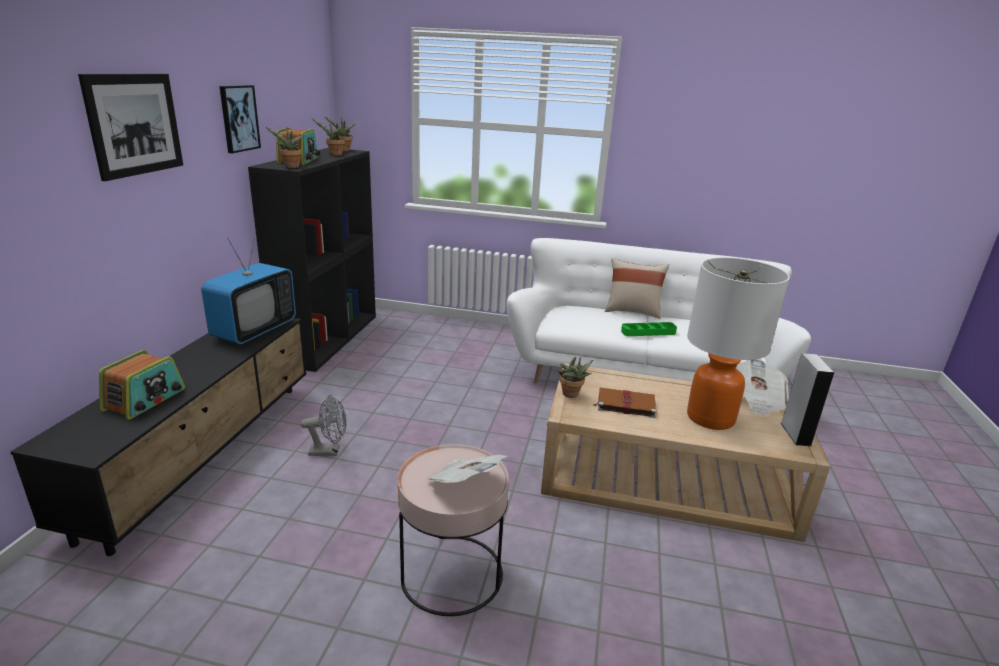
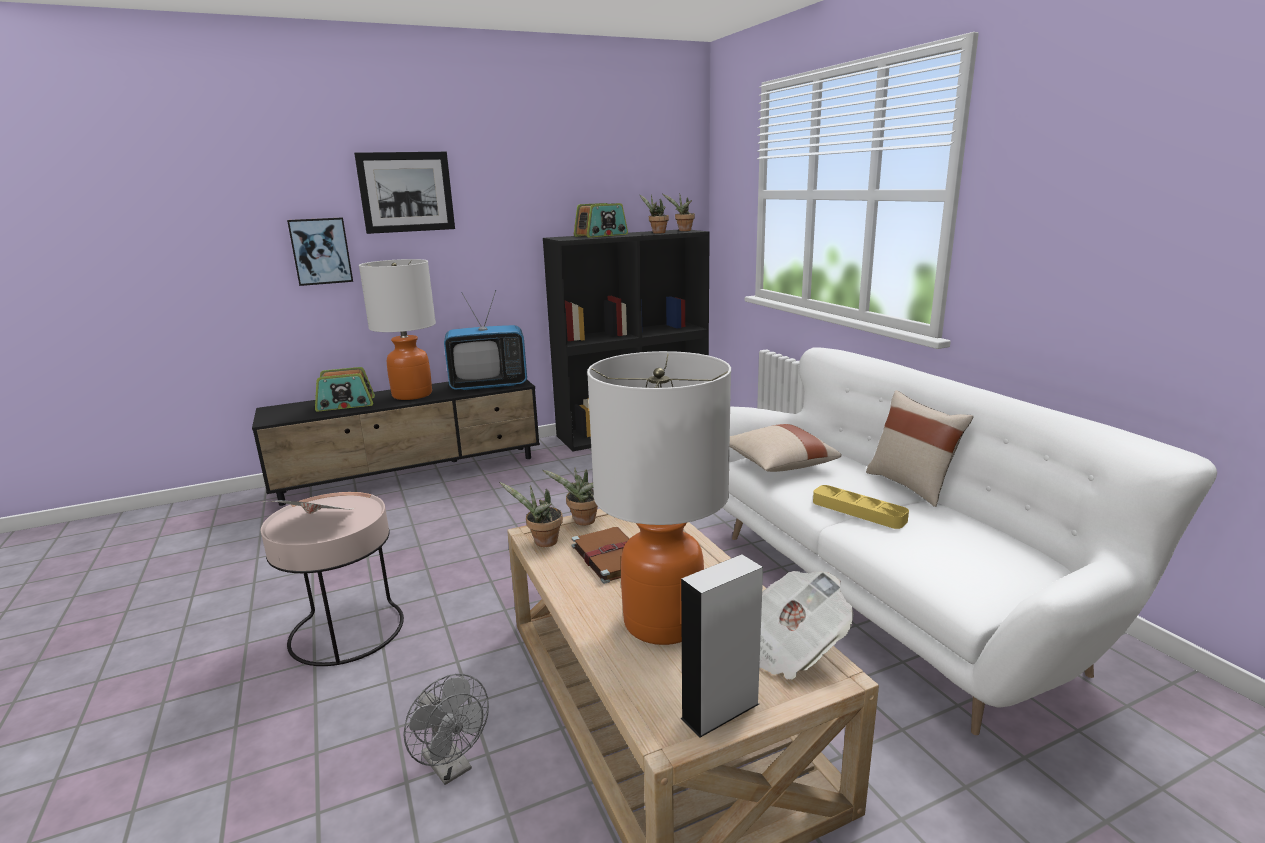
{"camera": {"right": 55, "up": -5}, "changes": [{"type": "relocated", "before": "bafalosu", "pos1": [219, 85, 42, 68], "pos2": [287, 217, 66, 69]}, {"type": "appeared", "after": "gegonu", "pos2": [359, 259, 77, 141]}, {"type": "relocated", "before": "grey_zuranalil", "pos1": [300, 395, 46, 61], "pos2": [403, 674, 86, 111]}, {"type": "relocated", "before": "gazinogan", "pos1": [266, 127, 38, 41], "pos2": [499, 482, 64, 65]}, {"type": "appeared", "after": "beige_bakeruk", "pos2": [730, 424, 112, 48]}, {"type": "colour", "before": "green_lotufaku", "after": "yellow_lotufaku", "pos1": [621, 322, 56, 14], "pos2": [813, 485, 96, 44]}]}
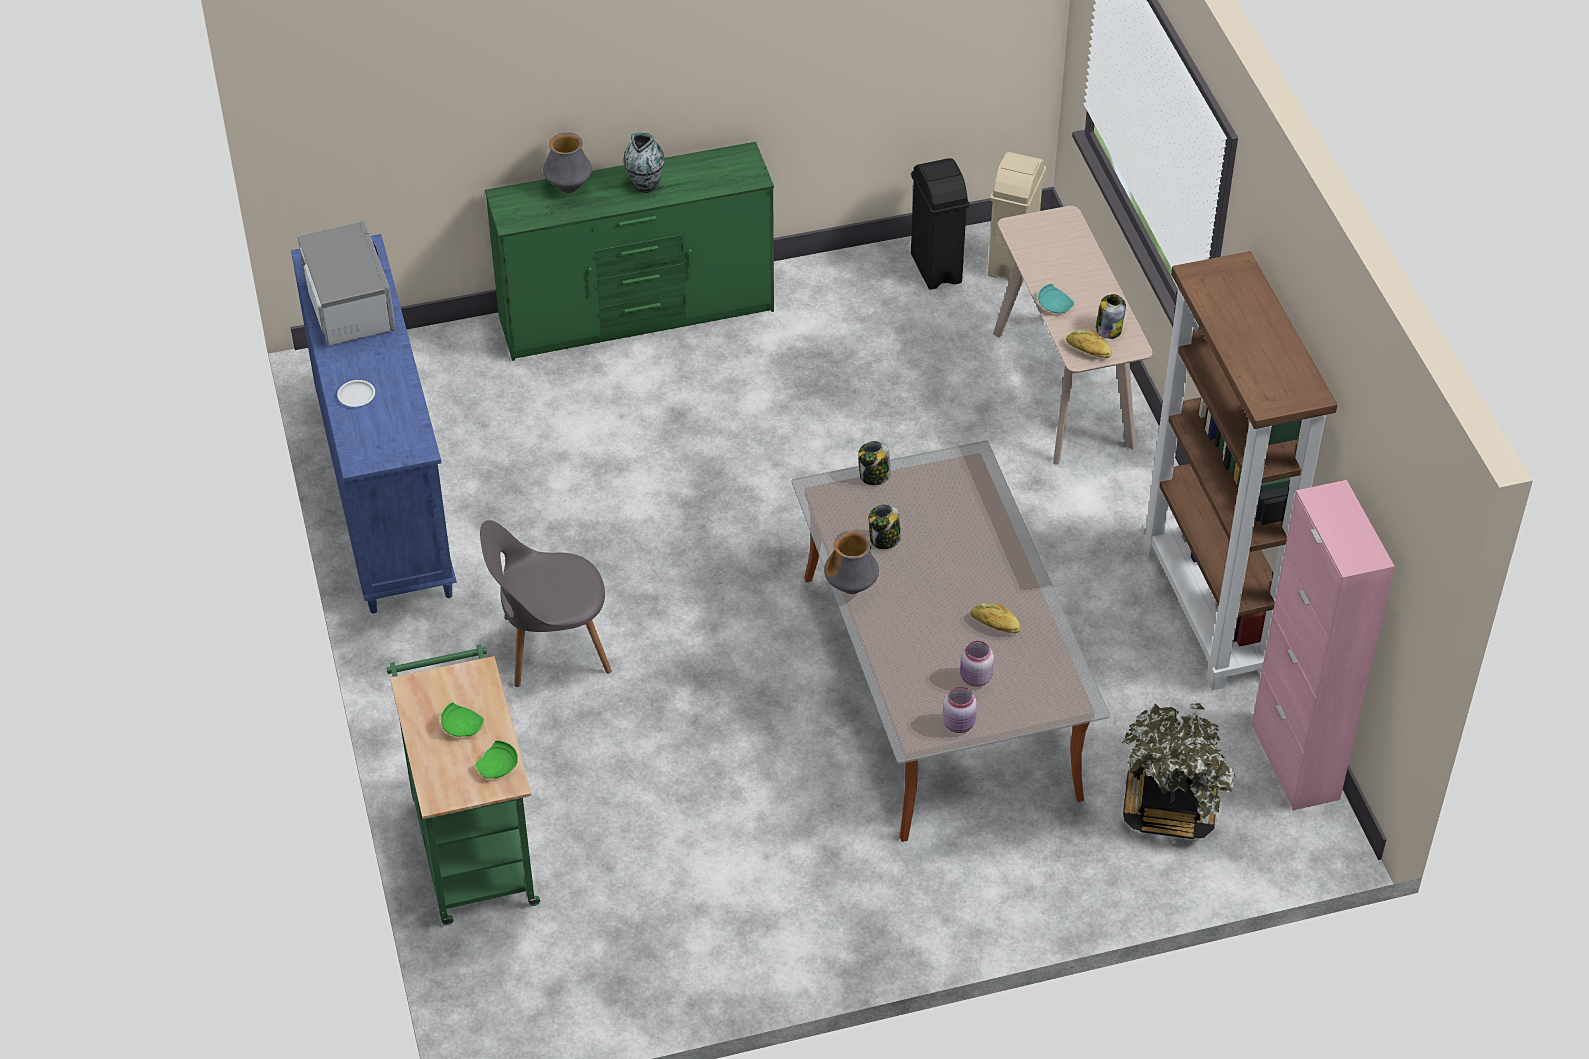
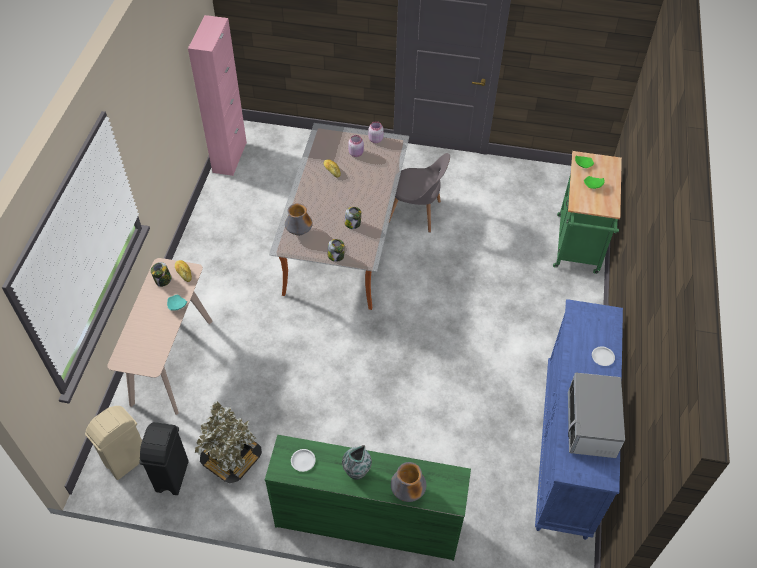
{"camera": {"right": -155, "up": 5}, "changes": [{"type": "relocated", "before": "gazinogan", "pos1": [1121, 703, 115, 136], "pos2": [195, 401, 67, 83]}, {"type": "relocated", "before": "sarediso", "pos1": [824, 530, 55, 64], "pos2": [285, 203, 28, 33]}, {"type": "appeared", "after": "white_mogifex", "pos2": [291, 449, 25, 23]}, {"type": "relocated", "before": "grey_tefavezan", "pos1": [480, 520, 132, 167], "pos2": [389, 153, 61, 80]}, {"type": "missing", "before": "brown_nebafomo", "pos1": [1141, 251, 197, 439]}]}
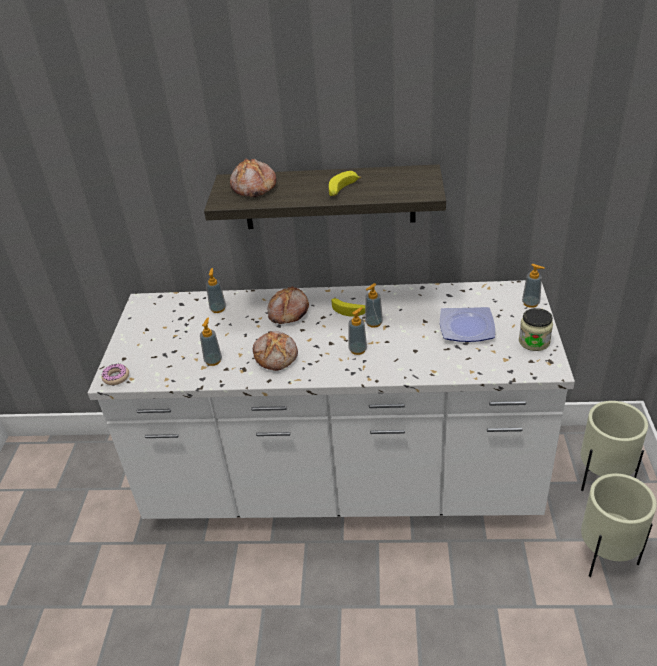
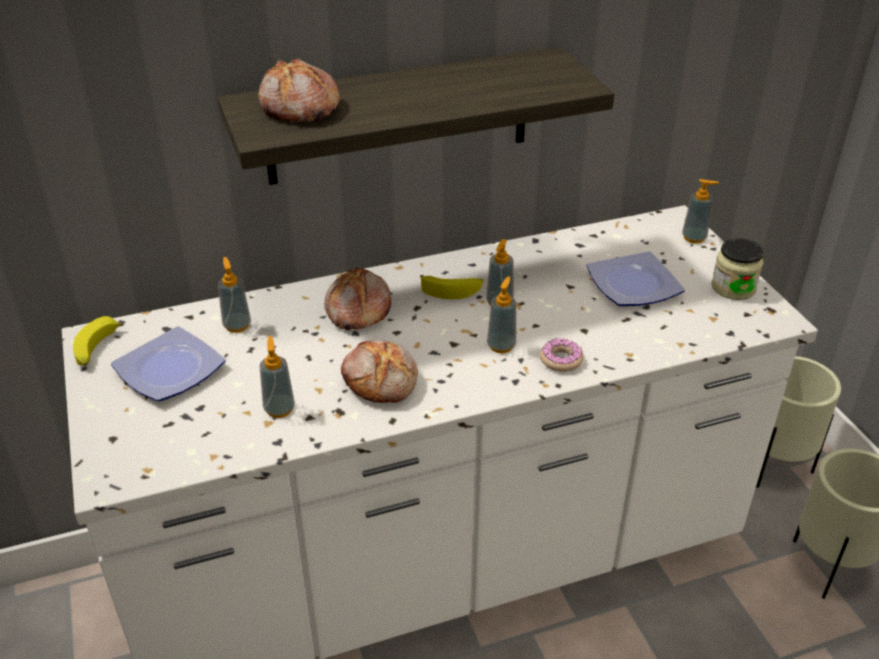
{"camera": {"right": -25, "up": 0}, "changes": [{"type": "relocated", "before": "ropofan", "pos1": [329, 171, 32, 25], "pos2": [73, 316, 50, 50]}, {"type": "appeared", "after": "mogifex", "pos2": [111, 326, 115, 75]}, {"type": "relocated", "before": "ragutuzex", "pos1": [102, 364, 27, 21], "pos2": [540, 338, 44, 34]}]}
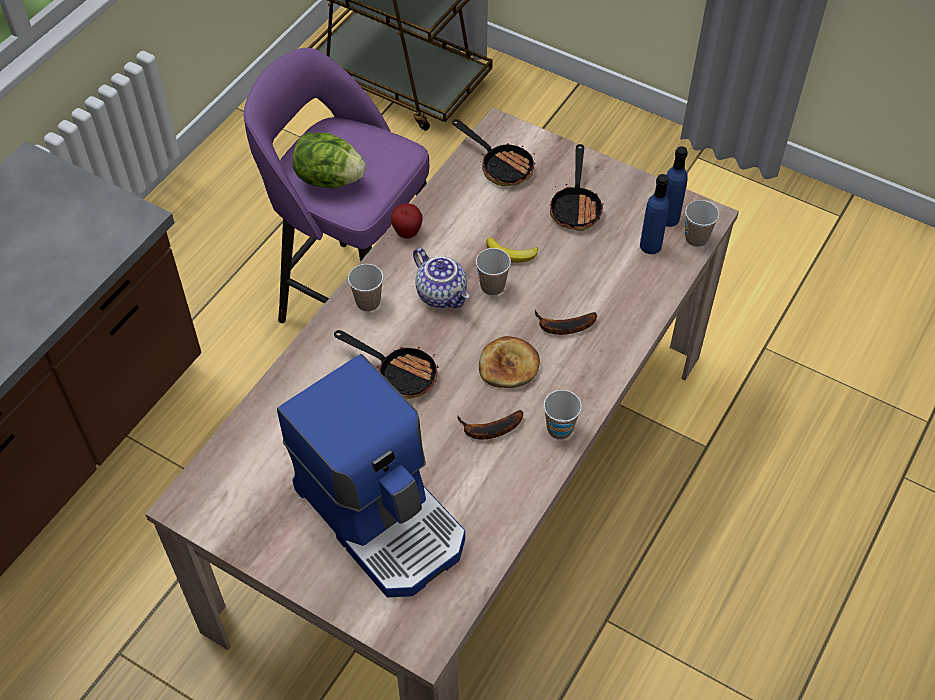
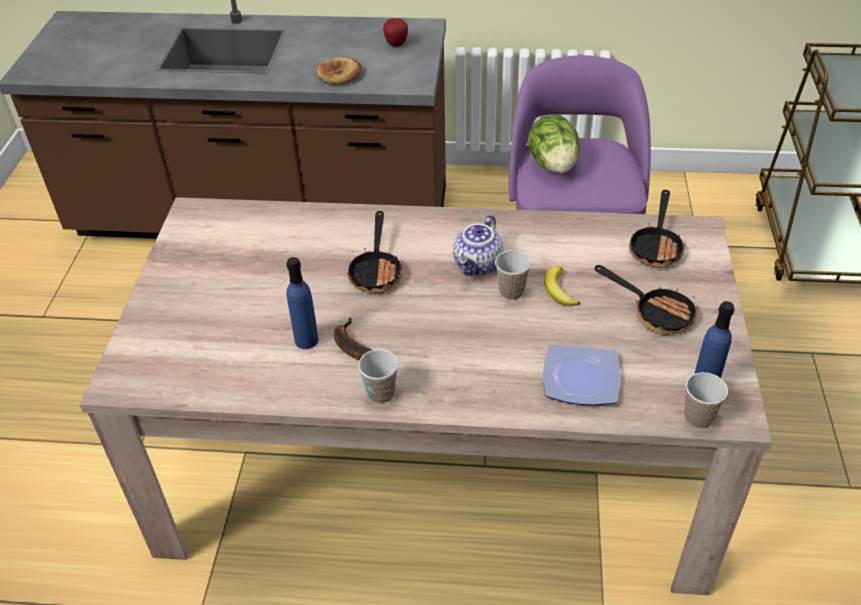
{"camera": {"right": 65, "up": -10}, "changes": [{"type": "relocated", "before": "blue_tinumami", "pos1": [640, 174, 29, 80], "pos2": [286, 257, 32, 92]}, {"type": "relocated", "before": "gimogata", "pos1": [479, 336, 61, 52], "pos2": [316, 57, 46, 28]}, {"type": "relocated", "before": "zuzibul", "pos1": [391, 204, 32, 34], "pos2": [383, 18, 25, 29]}, {"type": "appeared", "after": "mogifex", "pos2": [543, 345, 77, 60]}, {"type": "spun", "before": "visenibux", "pos1": [550, 144, 54, 87], "pos2": [594, 265, 106, 70], "turn": -120}, {"type": "missing", "before": "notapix", "pos1": [277, 354, 188, 243]}, {"type": "missing", "before": "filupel", "pos1": [348, 264, 35, 48]}, {"type": "missing", "before": "ropofan", "pos1": [535, 310, 62, 25]}]}
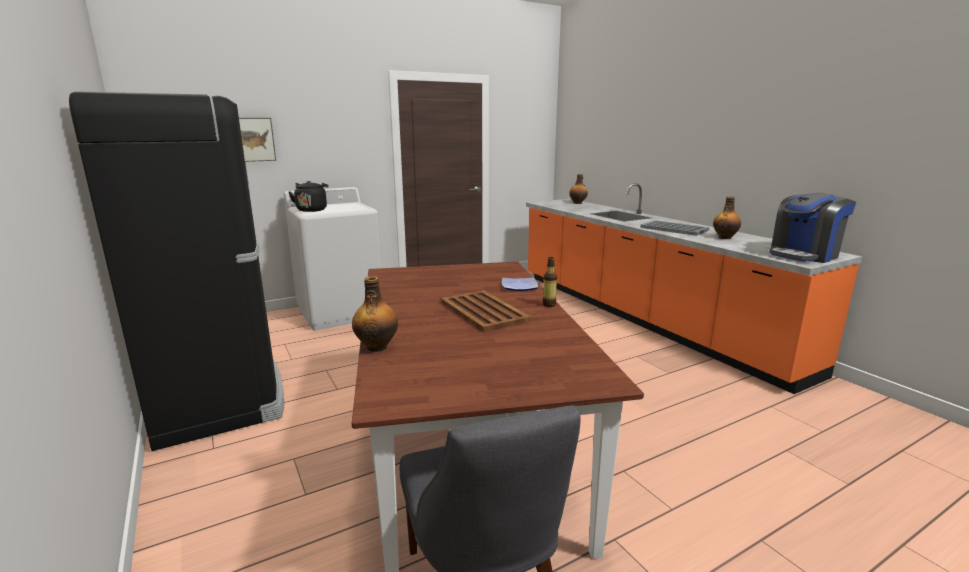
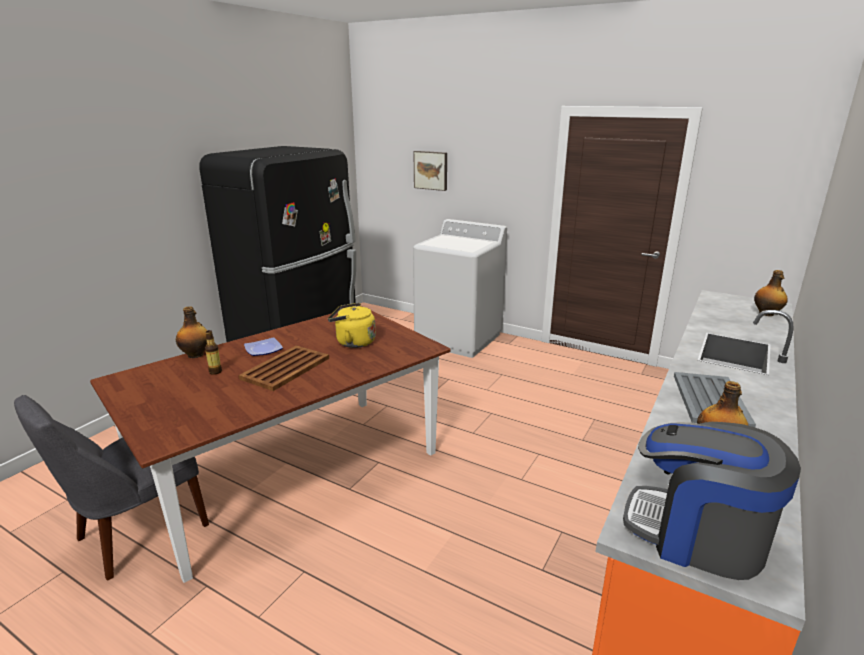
{"camera": {"right": 60, "up": 5}, "changes": [{"type": "relocated", "before": "tinumami", "pos1": [542, 257, 15, 50], "pos2": [205, 330, 17, 45]}, {"type": "relocated", "before": "mogifex", "pos1": [502, 278, 36, 13], "pos2": [244, 337, 39, 19]}, {"type": "appeared", "after": "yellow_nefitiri", "pos2": [328, 303, 48, 45]}, {"type": "missing", "before": "black_nefitiri", "pos1": [288, 181, 40, 31]}]}
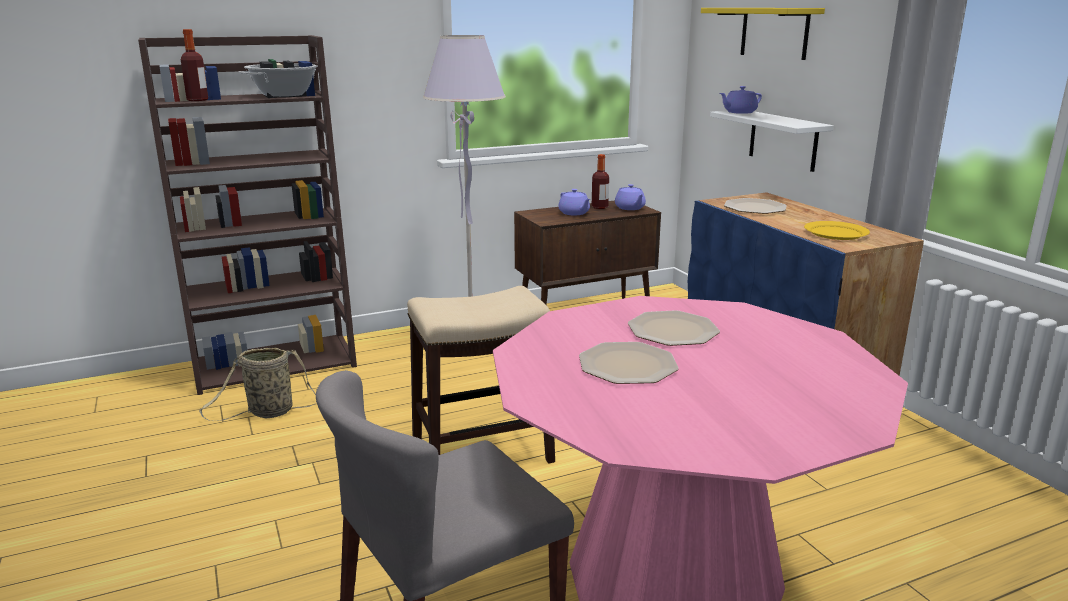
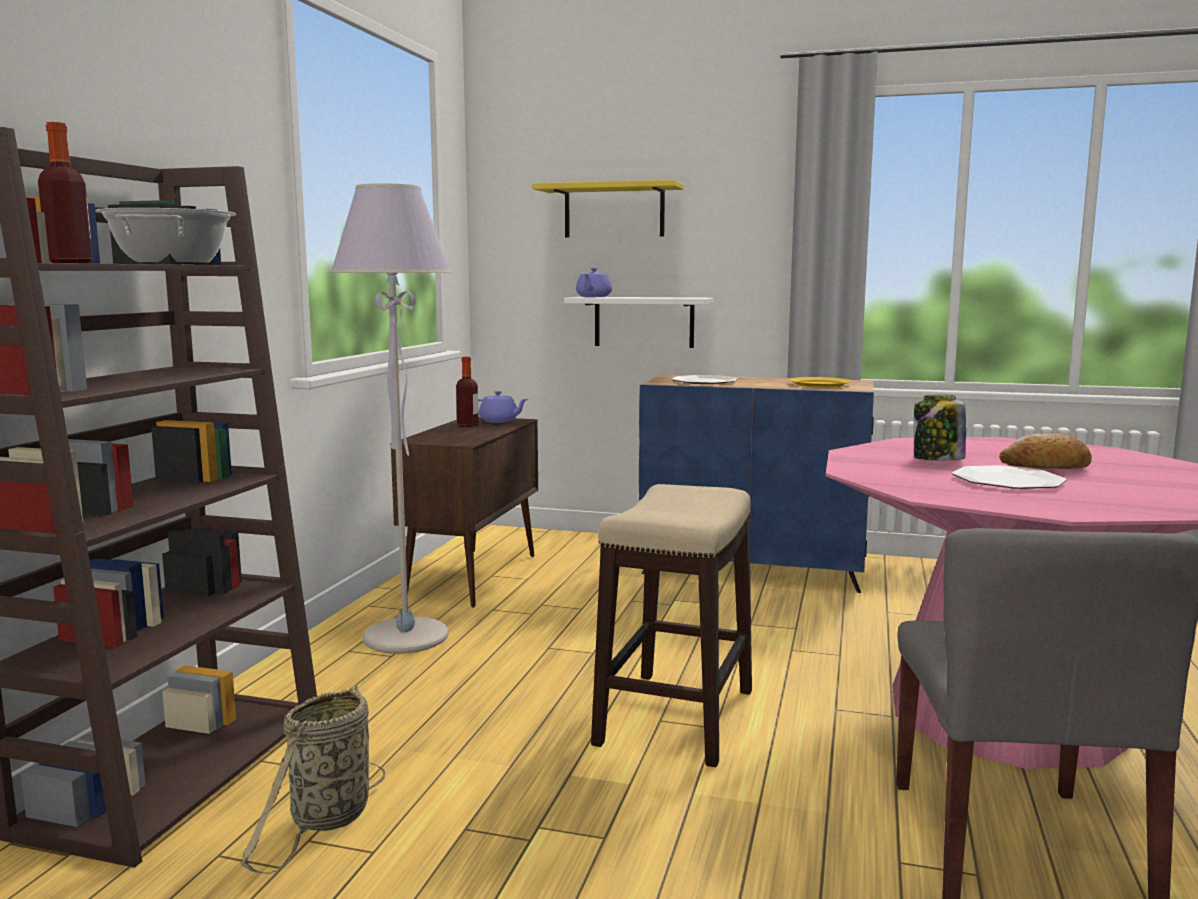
{"camera": {"right": -50, "up": -10}, "changes": [{"type": "exchanged", "before": "mogifex", "after": "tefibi", "pos1": [628, 310, 92, 36], "pos2": [914, 395, 52, 65]}, {"type": "appeared", "after": "gimogata", "pos2": [999, 433, 93, 36]}, {"type": "missing", "before": "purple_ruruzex", "pos1": [558, 189, 32, 26]}]}
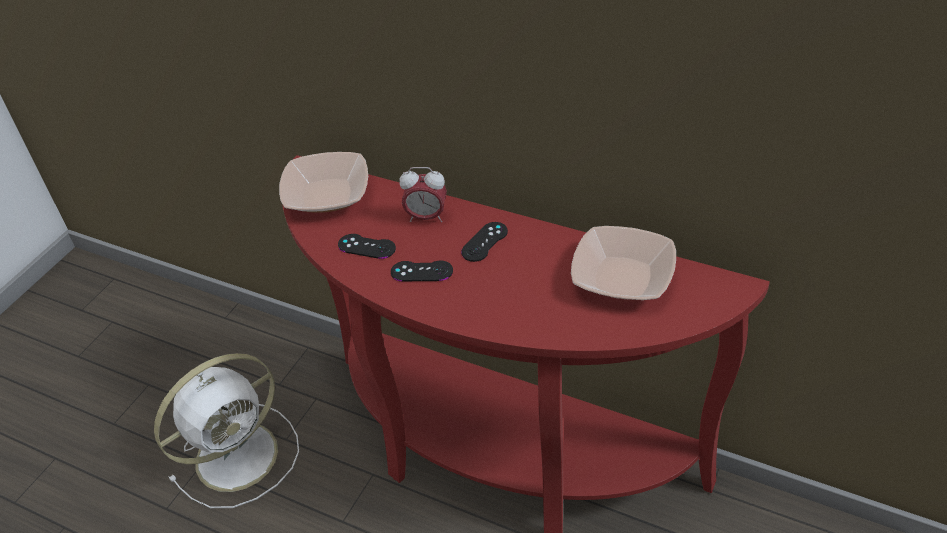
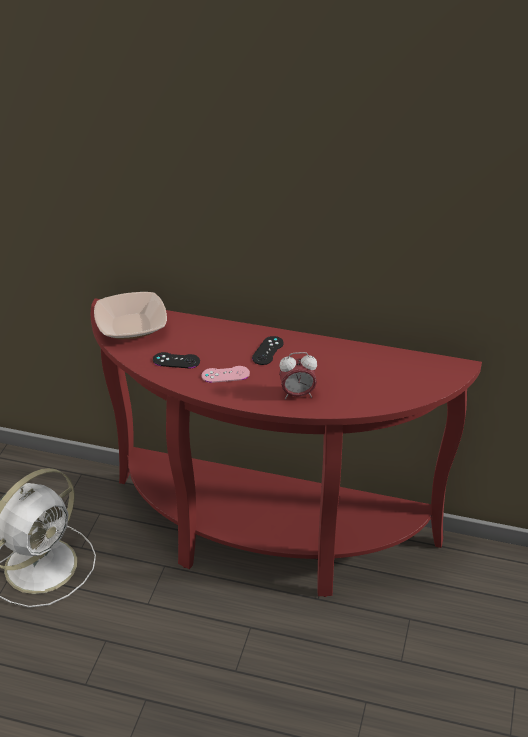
{"camera": {"right": -15, "up": -5}, "changes": [{"type": "colour", "before": "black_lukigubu", "after": "pink_lukigubu", "pos1": [391, 260, 62, 21], "pos2": [201, 366, 49, 17]}, {"type": "relocated", "before": "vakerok", "pos1": [399, 167, 48, 55], "pos2": [279, 352, 38, 47]}, {"type": "missing", "before": "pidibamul", "pos1": [571, 226, 105, 74]}]}
